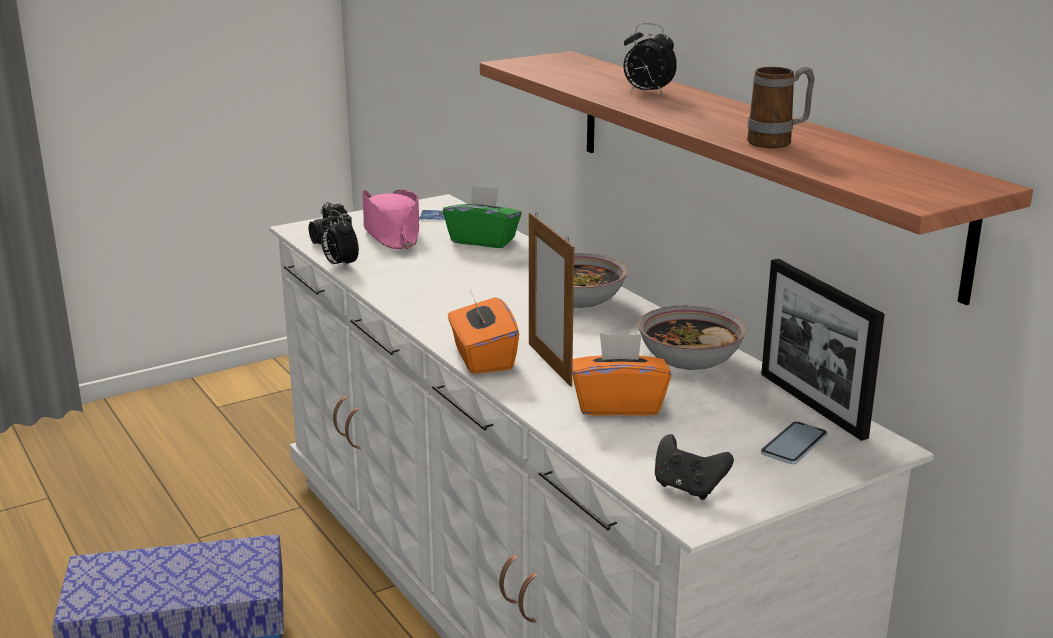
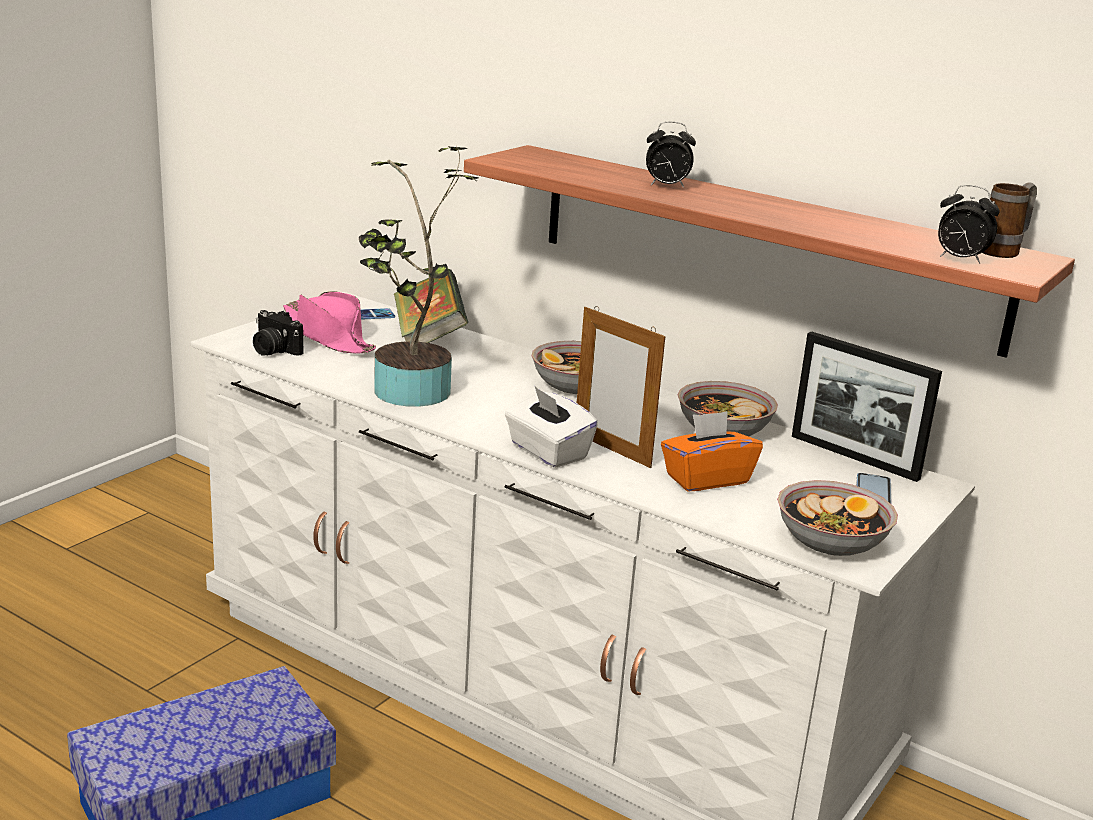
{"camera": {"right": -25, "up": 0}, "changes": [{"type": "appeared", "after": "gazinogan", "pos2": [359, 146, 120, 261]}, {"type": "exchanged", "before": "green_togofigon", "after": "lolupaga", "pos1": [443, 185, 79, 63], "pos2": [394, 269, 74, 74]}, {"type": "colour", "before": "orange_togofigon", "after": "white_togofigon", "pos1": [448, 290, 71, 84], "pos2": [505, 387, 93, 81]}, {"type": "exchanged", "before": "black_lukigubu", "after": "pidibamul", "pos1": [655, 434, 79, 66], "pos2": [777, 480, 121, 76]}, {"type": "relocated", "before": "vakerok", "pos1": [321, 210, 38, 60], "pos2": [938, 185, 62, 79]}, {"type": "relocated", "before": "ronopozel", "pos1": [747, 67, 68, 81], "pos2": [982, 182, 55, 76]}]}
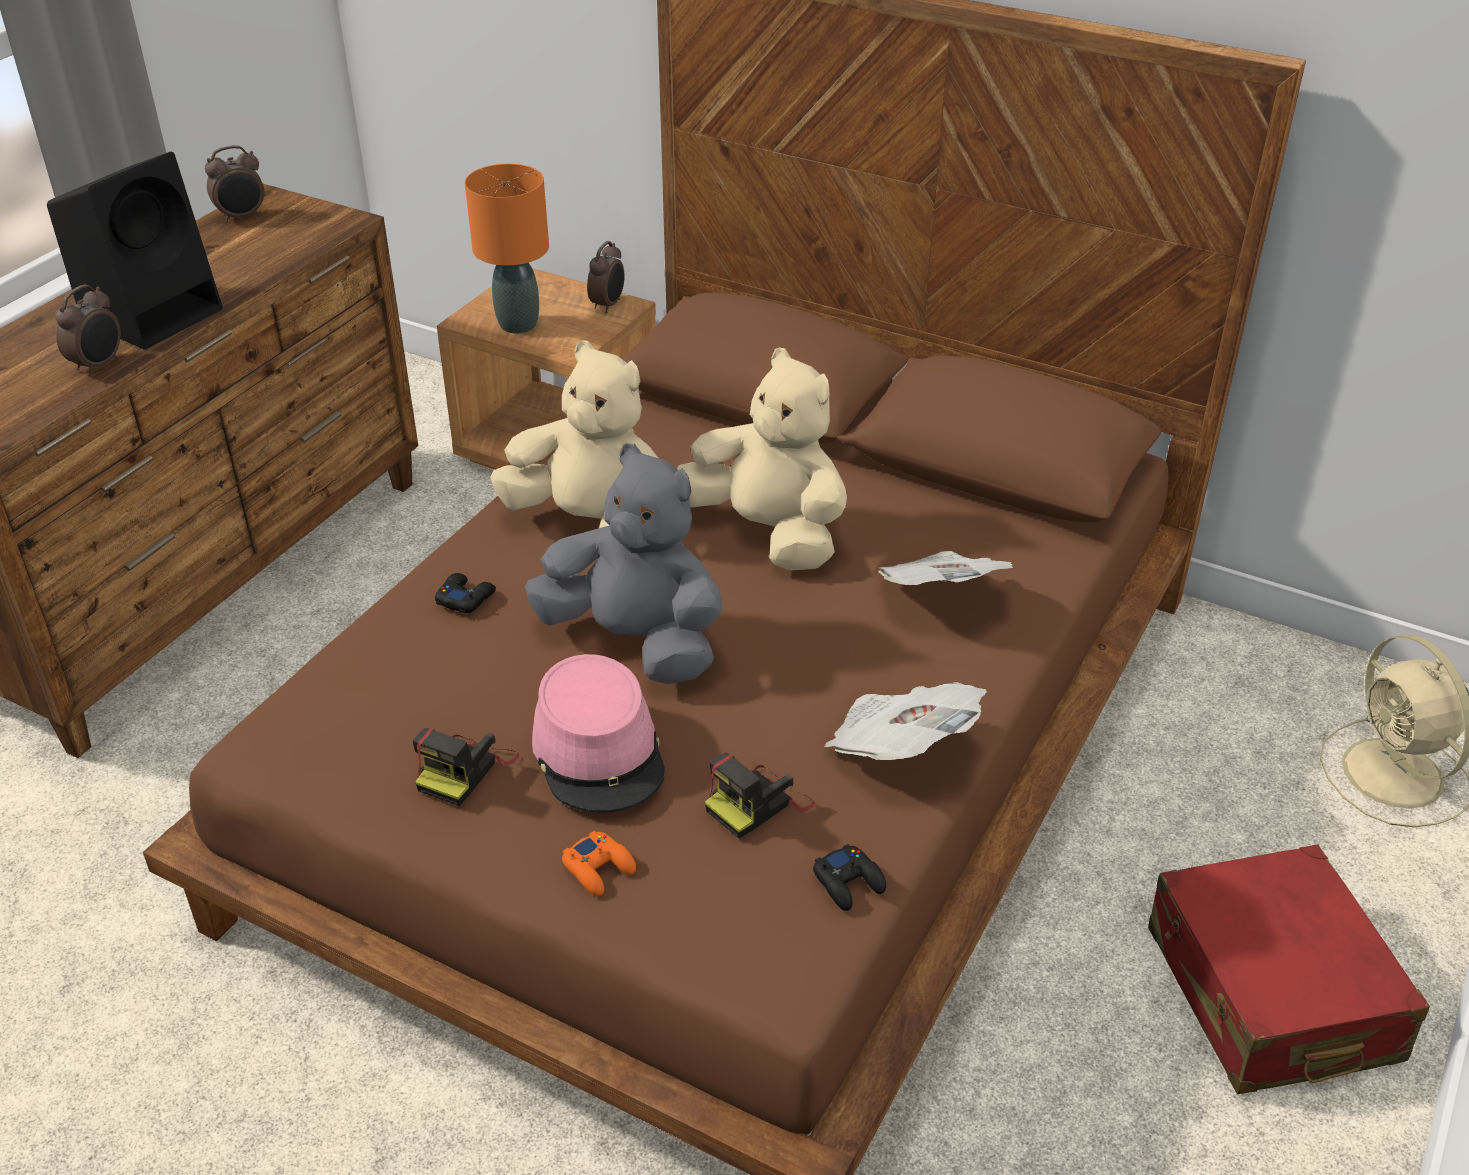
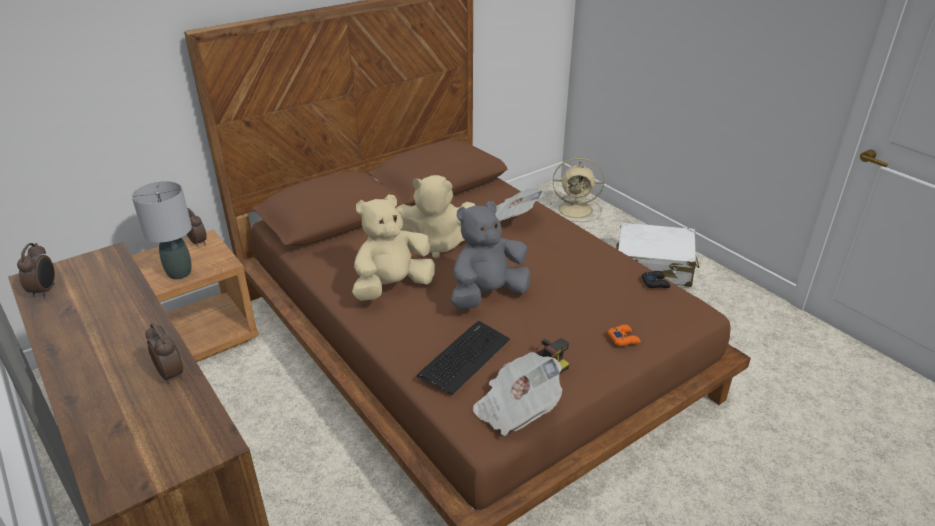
{"camera": {"right": -65, "up": -5}, "changes": [{"type": "colour", "before": "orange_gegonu", "after": "grey_gegonu", "pos1": [465, 164, 84, 170], "pos2": [132, 181, 60, 98]}, {"type": "spun", "before": "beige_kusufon", "pos1": [677, 348, 170, 223], "pos2": [396, 175, 80, 83], "turn": -150}, {"type": "appeared", "after": "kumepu", "pos2": [417, 321, 93, 74]}, {"type": "relocated", "before": "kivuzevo", "pos1": [825, 682, 162, 78], "pos2": [473, 352, 89, 84]}, {"type": "colour", "before": "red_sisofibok", "after": "white_sisofibok", "pos1": [1148, 845, 282, 249], "pos2": [616, 222, 83, 65]}, {"type": "missing", "before": "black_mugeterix", "pos1": [47, 152, 176, 198]}, {"type": "missing", "before": "black_lukigubu", "pos1": [435, 573, 61, 40]}, {"type": "missing", "before": "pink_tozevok", "pos1": [532, 654, 133, 159]}, {"type": "missing", "before": "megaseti", "pos1": [705, 753, 110, 86]}]}
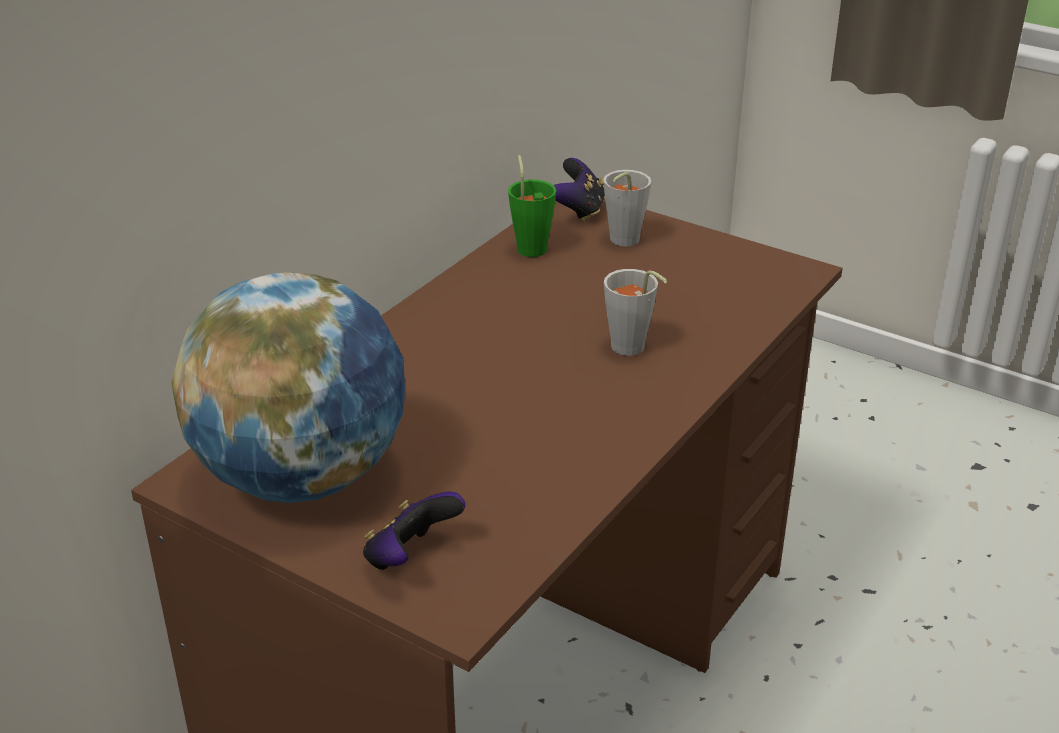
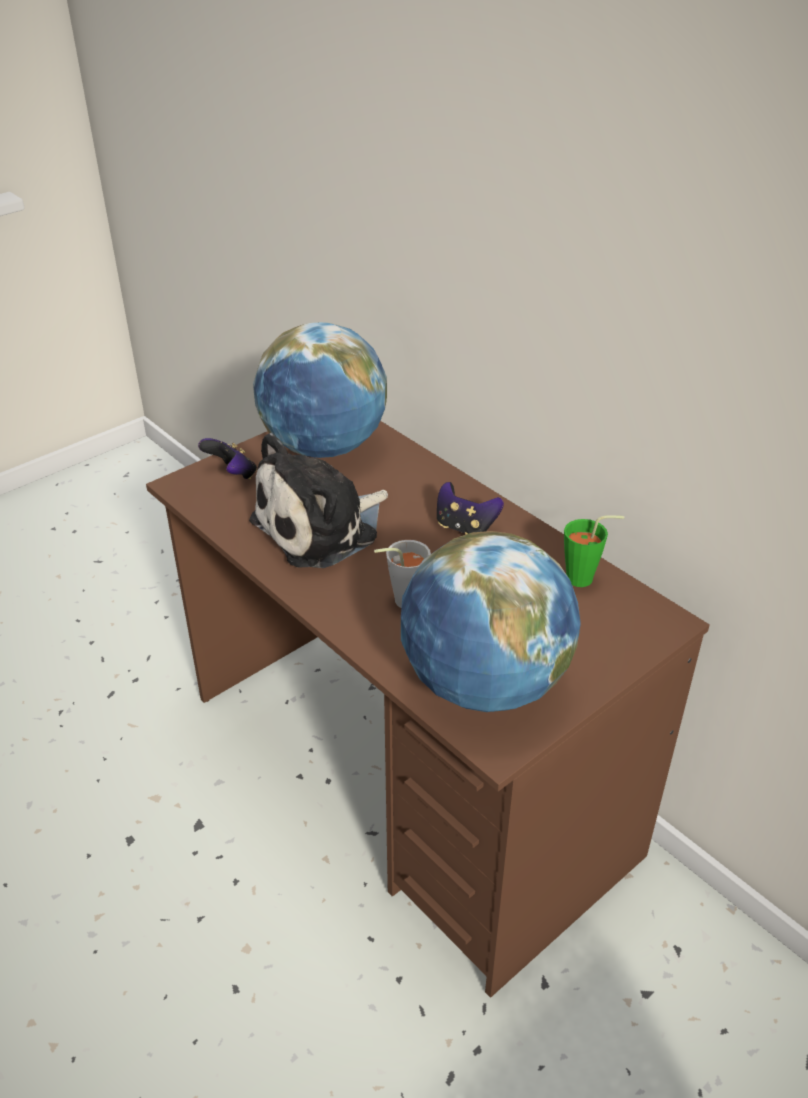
{"camera": {"right": 105, "up": 5}, "changes": [{"type": "appeared", "after": "kusufon", "pos2": [249, 433, 139, 135]}, {"type": "appeared", "after": "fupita", "pos2": [401, 531, 180, 181]}, {"type": "relocated", "before": "lukigubu", "pos1": [554, 158, 51, 64], "pos2": [437, 482, 67, 52]}, {"type": "missing", "before": "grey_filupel", "pos1": [603, 170, 48, 76]}]}
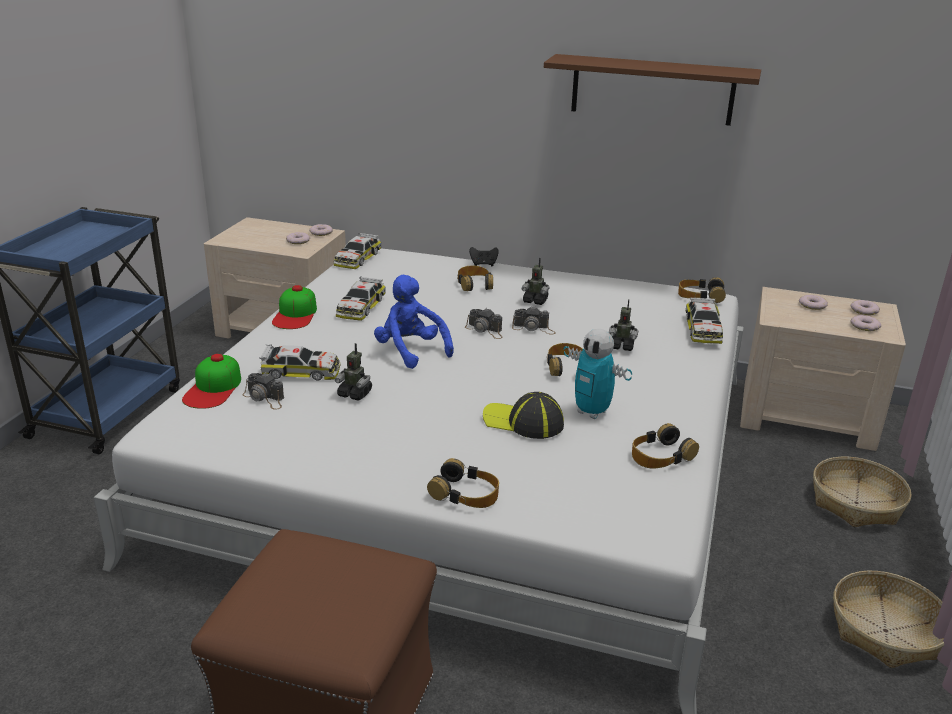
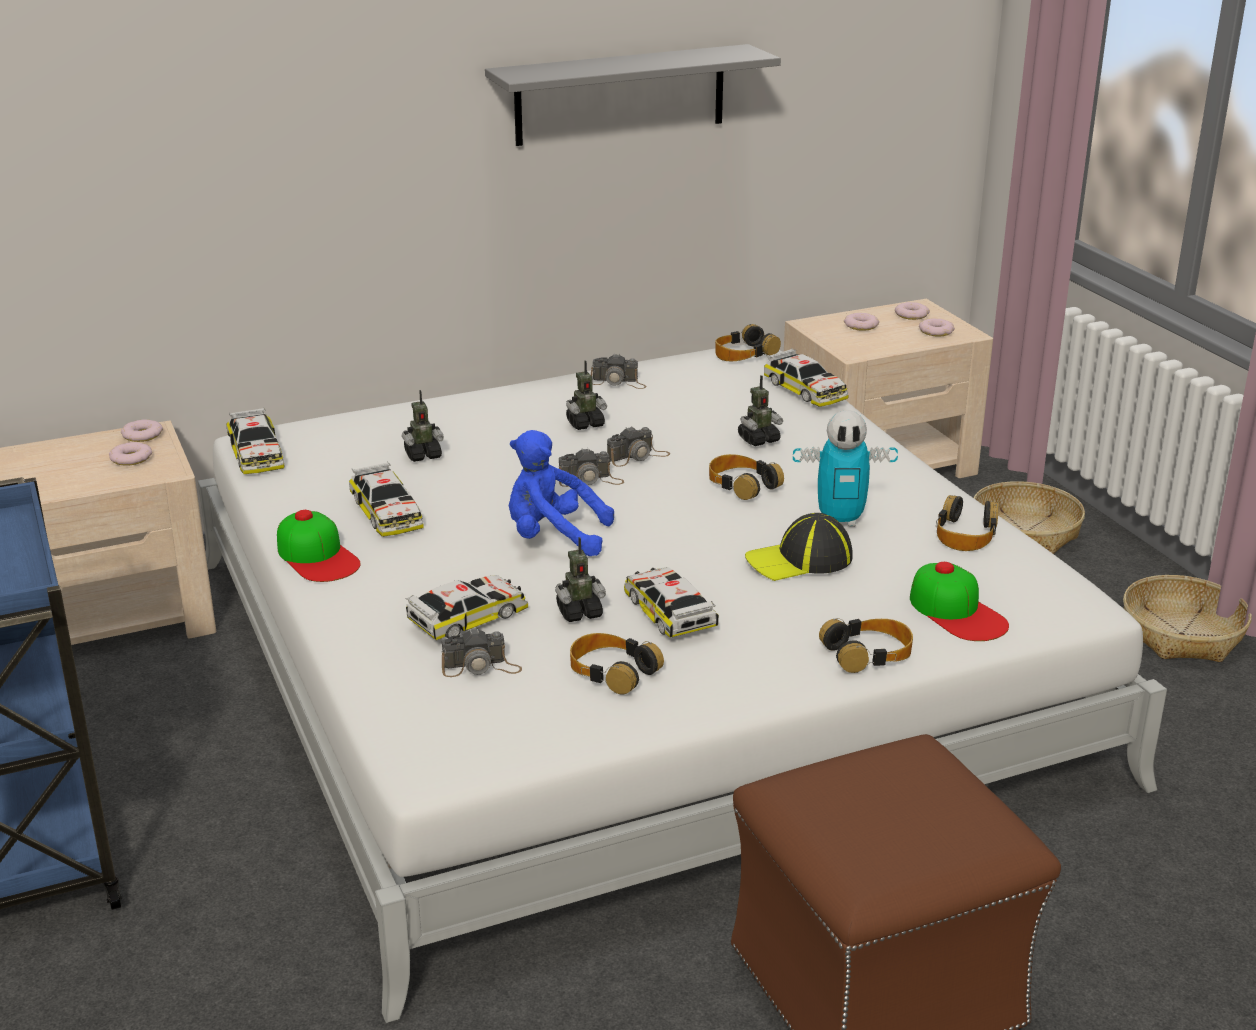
{"camera": {"right": -40, "up": 0}, "changes": [{"type": "appeared", "after": "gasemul", "pos2": [402, 390, 42, 72]}, {"type": "colour", "before": "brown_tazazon", "after": "grey_tazazon", "pos1": [544, 54, 217, 72], "pos2": [485, 44, 296, 102]}, {"type": "relocated", "before": "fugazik", "pos1": [457, 266, 36, 25], "pos2": [570, 633, 94, 62]}, {"type": "appeared", "after": "megaseti", "pos2": [591, 353, 55, 36]}, {"type": "appeared", "after": "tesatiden", "pos2": [624, 567, 95, 71]}, {"type": "relocated", "before": "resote", "pos1": [182, 354, 59, 55], "pos2": [910, 562, 99, 79]}, {"type": "missing", "before": "black_lukigubu", "pos1": [469, 247, 30, 19]}]}
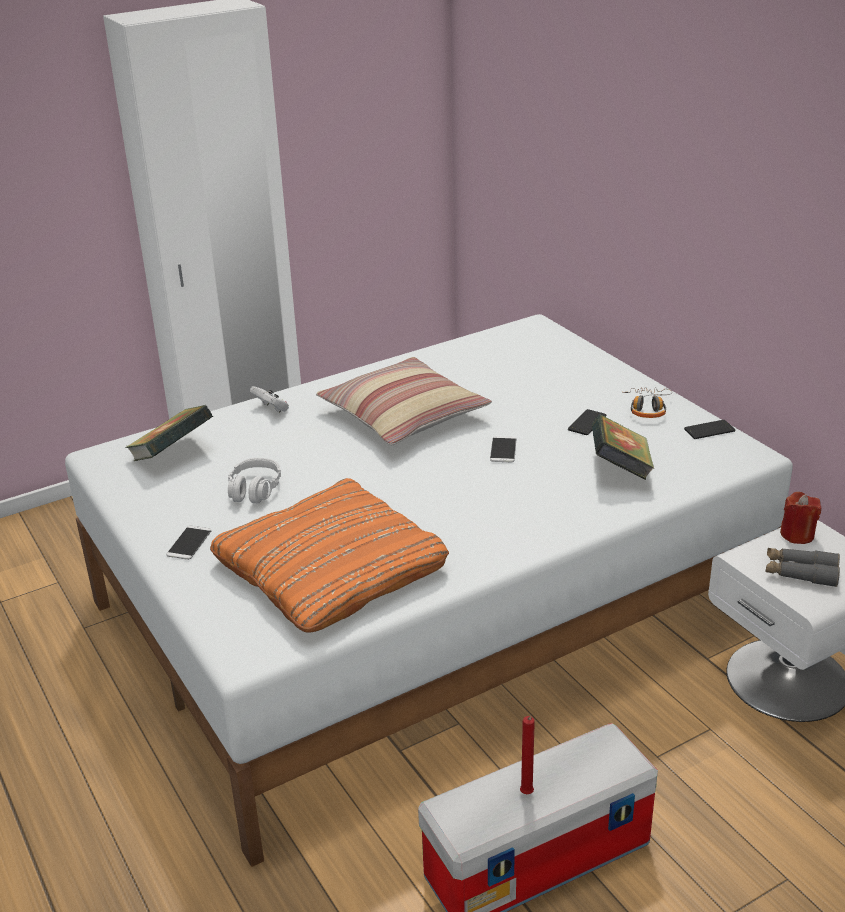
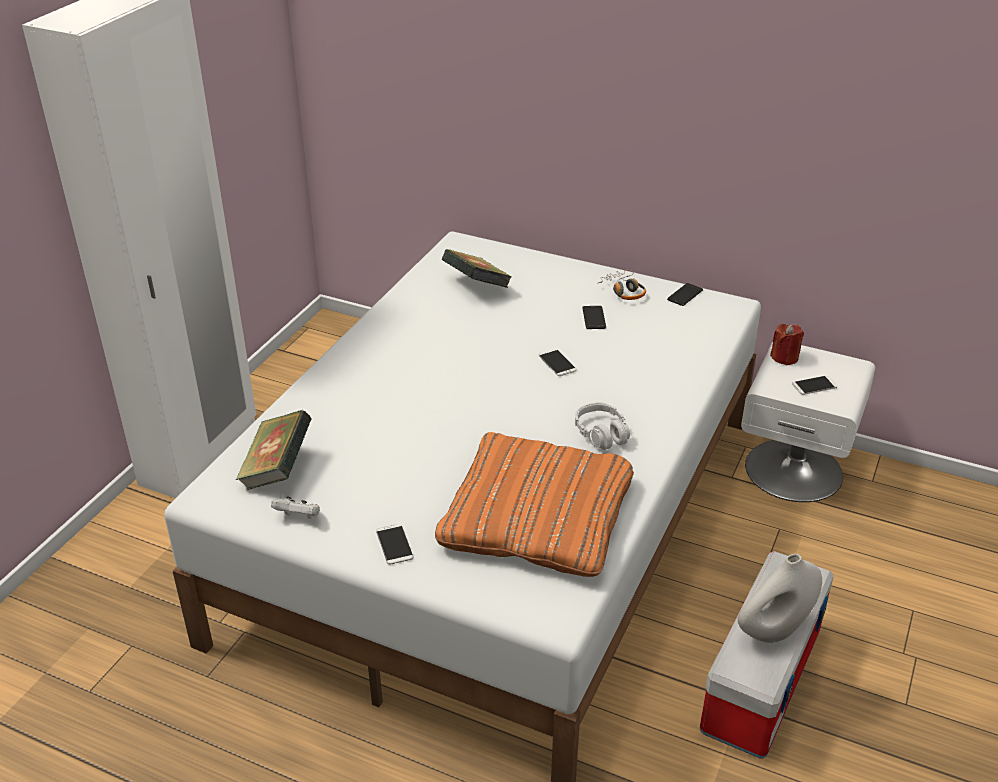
{"camera": {"right": -35, "up": 5}, "changes": [{"type": "relocated", "before": "white_lukigubu", "pos1": [250, 386, 39, 27], "pos2": [271, 496, 49, 23]}, {"type": "relocated", "before": "lolupaga", "pos1": [591, 415, 63, 65], "pos2": [442, 249, 70, 39]}, {"type": "relocated", "before": "grey_fugazik", "pos1": [228, 458, 53, 46], "pos2": [575, 402, 55, 48]}, {"type": "exchanged", "before": "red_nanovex", "after": "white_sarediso", "pos1": [520, 716, 15, 78], "pos2": [738, 554, 84, 89]}, {"type": "exchanged", "before": "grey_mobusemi", "after": "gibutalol", "pos1": [765, 548, 75, 39], "pos2": [792, 376, 45, 19]}, {"type": "missing", "before": "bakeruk", "pos1": [316, 357, 176, 88]}]}
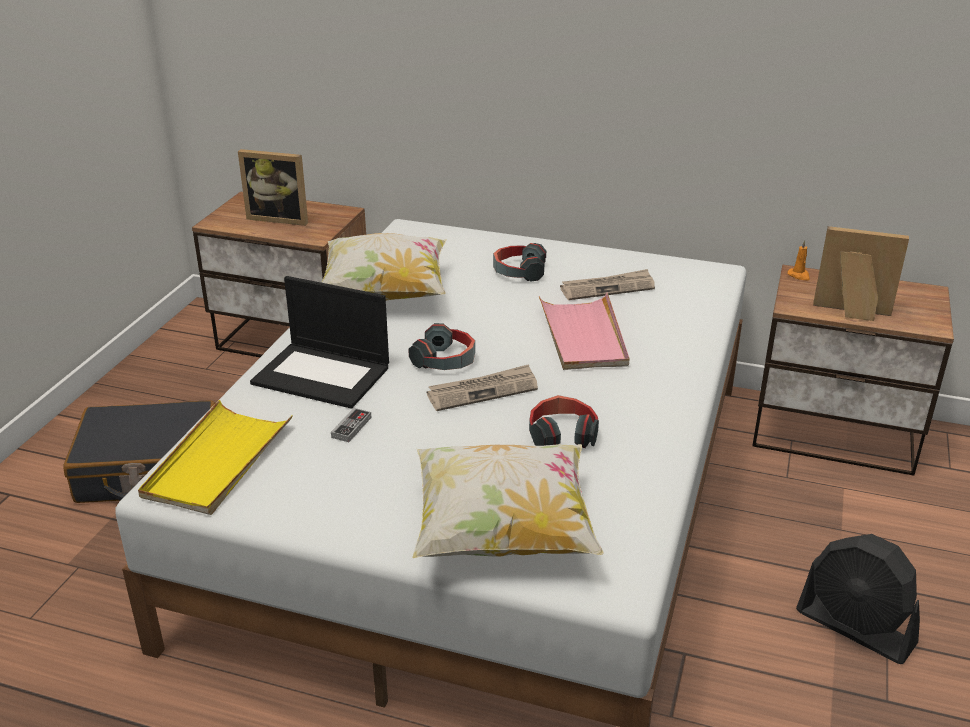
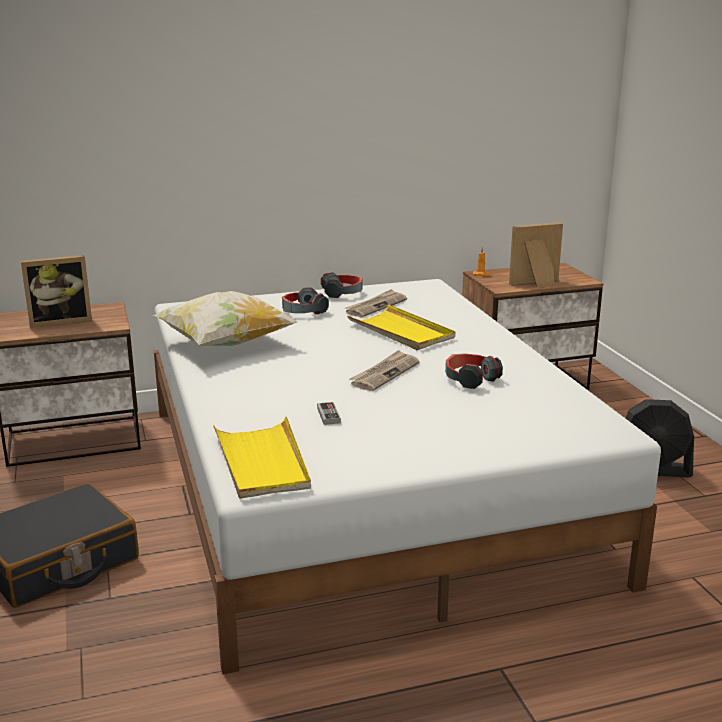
{"camera": {"right": -35, "up": -10}, "changes": [{"type": "relocated", "before": "fugazik", "pos1": [408, 323, 67, 47], "pos2": [321, 272, 41, 26]}, {"type": "colour", "before": "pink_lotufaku", "after": "yellow_lotufaku", "pos1": [539, 293, 90, 77], "pos2": [347, 304, 108, 46]}, {"type": "missing", "before": "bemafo", "pos1": [250, 276, 139, 133]}, {"type": "missing", "before": "bakeruk", "pos1": [412, 444, 191, 114]}]}
